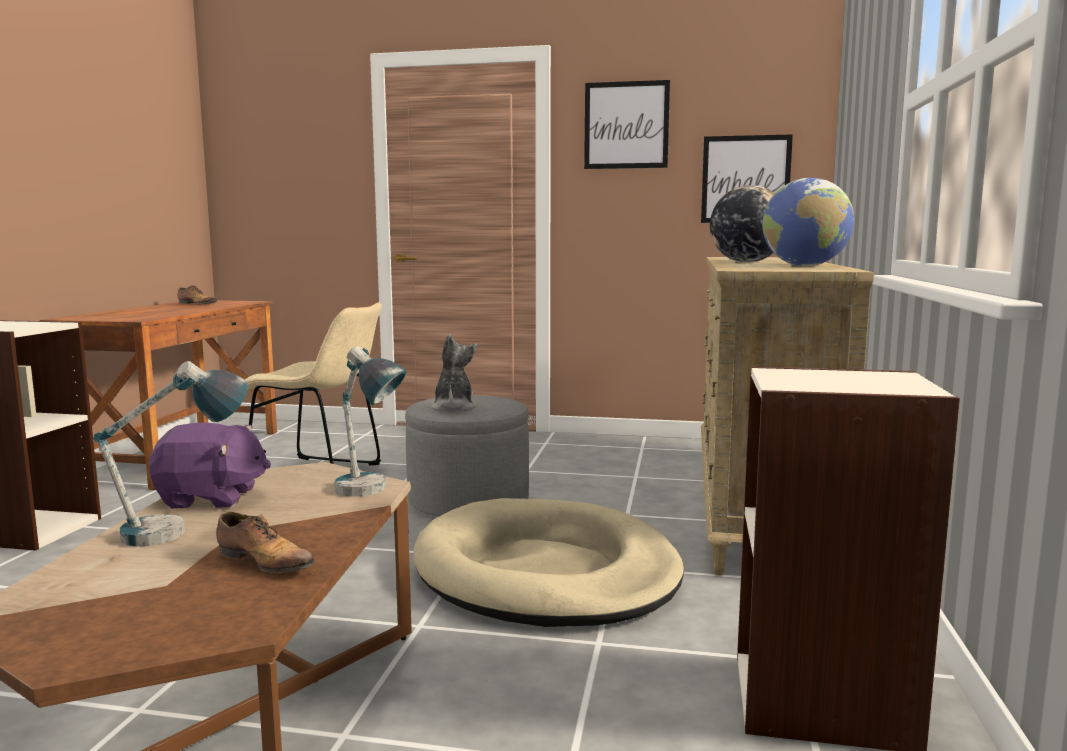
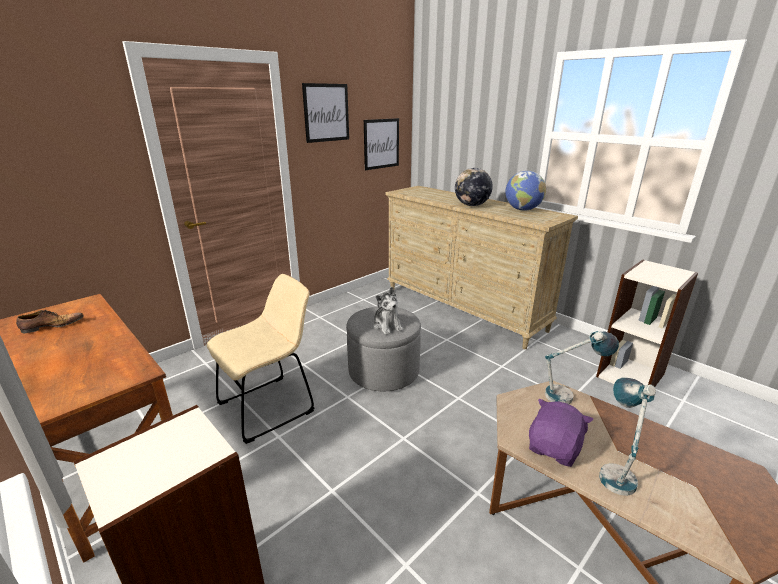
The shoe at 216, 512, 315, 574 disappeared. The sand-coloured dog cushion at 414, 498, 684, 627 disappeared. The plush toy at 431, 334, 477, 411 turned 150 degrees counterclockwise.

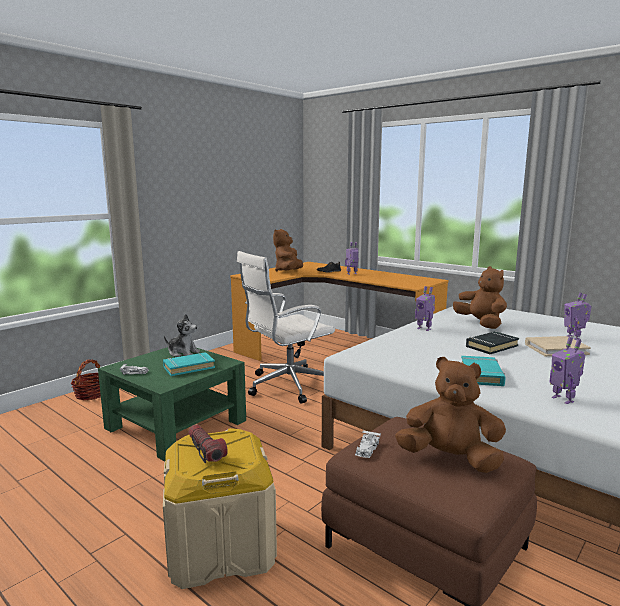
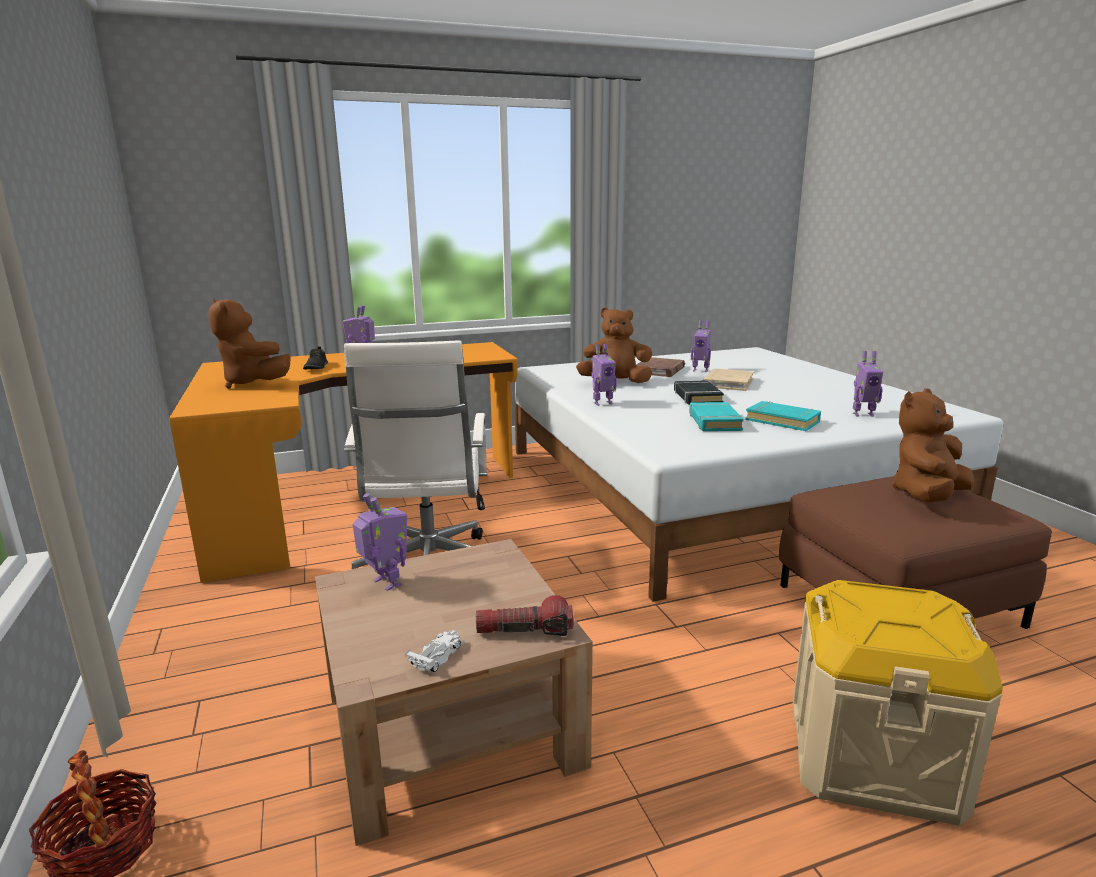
The white miniature car at 355, 430, 381, 459 disappeared. The brownish bound book at 636, 357, 685, 377 appeared. The turquoise bound book moved from 163, 352, 215, 376 to 689, 402, 744, 431. The torch moved from 188, 424, 228, 463 to 476, 595, 574, 636. The plush toy at 164, 314, 200, 357 was replaced by the toy robot at 353, 493, 407, 591. The green-coloured coffee table at 98, 347, 246, 461 became the brownish coffee table at 315, 539, 593, 846.

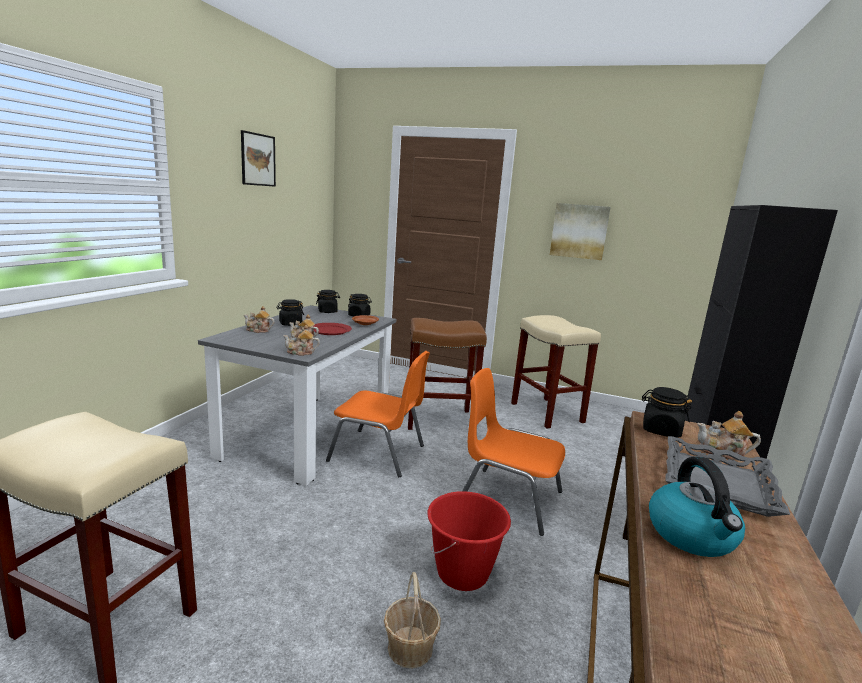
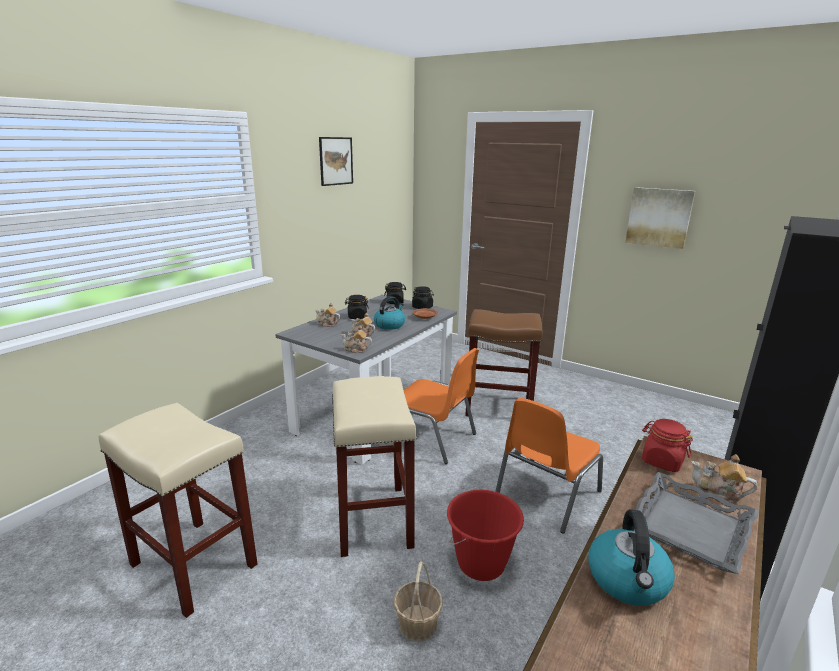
The sand-coloured sitting stool moved from 511, 315, 601, 429 to 332, 376, 417, 557. The red-coloured flat dish at 313, 323, 352, 335 was replaced by the tea kettle at 374, 296, 405, 330. The blackish storage jar at 642, 387, 692, 438 became the red-coloured storage jar at 642, 419, 693, 472. The orange-coloured chair at 463, 368, 565, 536 turned 90 degrees counterclockwise.

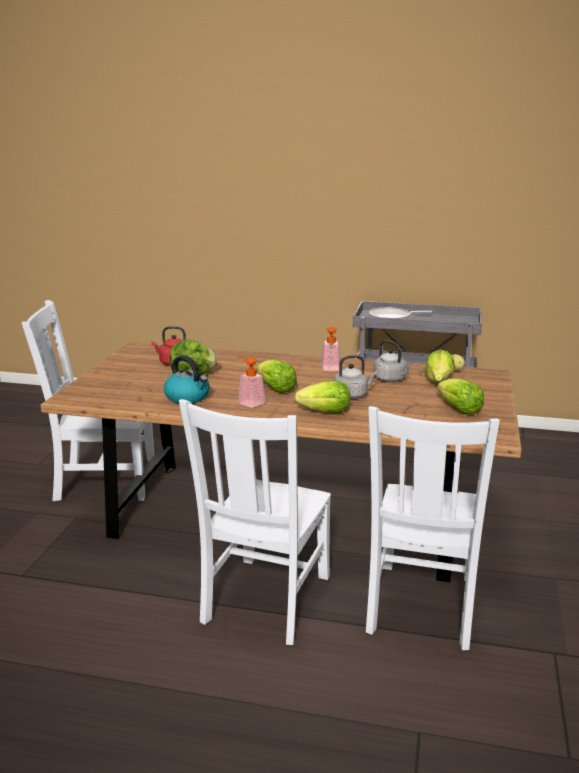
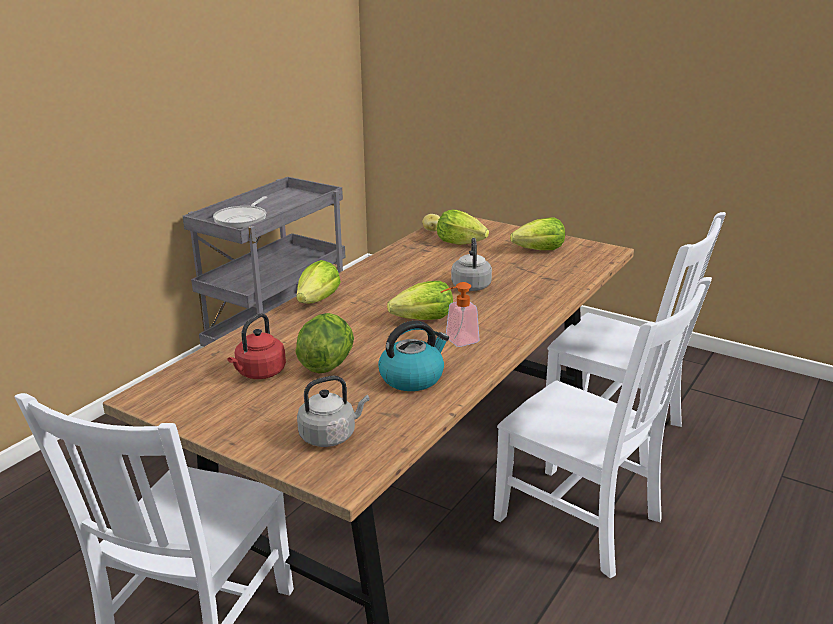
The soap dispenser at 321, 327, 340, 371 disappeared. The head of lettuce moved from 294, 381, 350, 414 to 296, 260, 341, 303. The greyish tea kettle moved from 374, 340, 411, 382 to 297, 376, 369, 447.

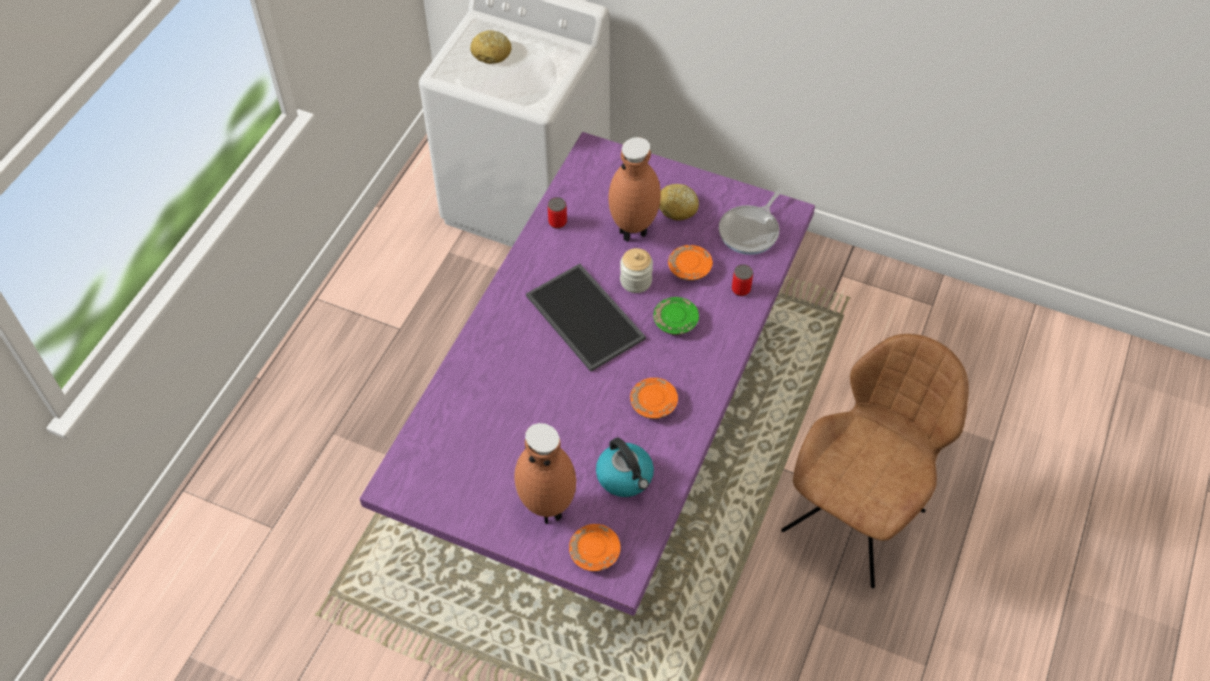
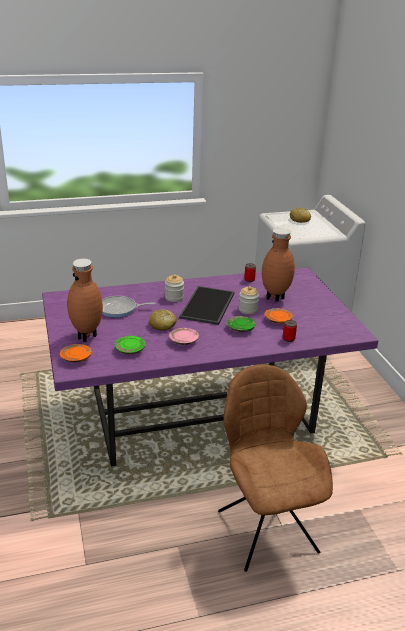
The storage jar at 165, 274, 184, 302 appeared. The bakery bread moved from 659, 184, 699, 221 to 149, 309, 177, 331. The pan moved from 719, 189, 782, 255 to 102, 296, 156, 318. The tea kettle at 596, 437, 654, 497 was replaced by the green-coloured flat dish at 115, 336, 145, 355. The orange-coloured flat dish at 630, 378, 678, 419 became the pink flat dish at 169, 328, 199, 345. The brownish chair at 781, 334, 969, 588 turned 105 degrees counterclockwise.

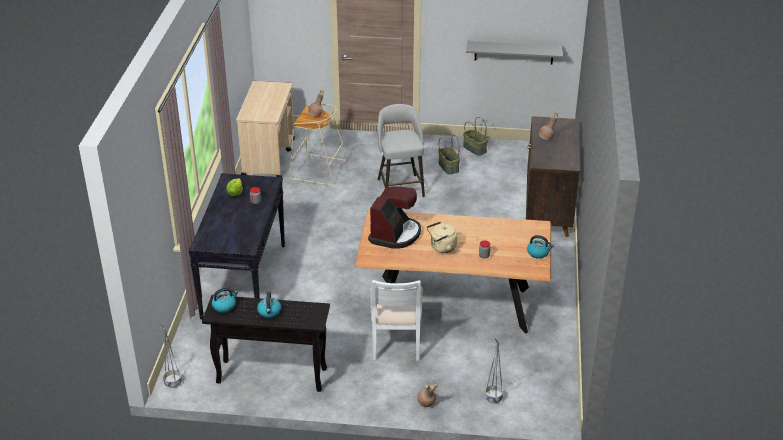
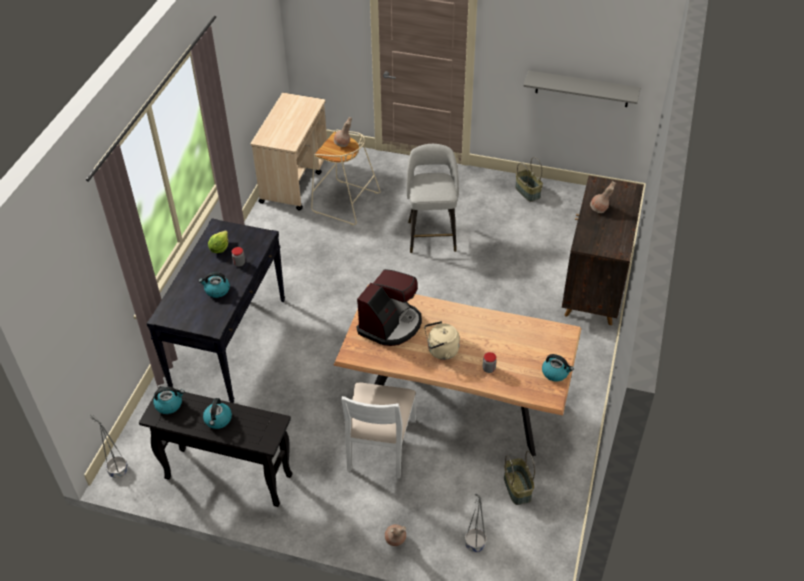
The tea kettle at 199, 272, 230, 298 appeared. The basket moved from 438, 135, 460, 175 to 504, 451, 535, 505.

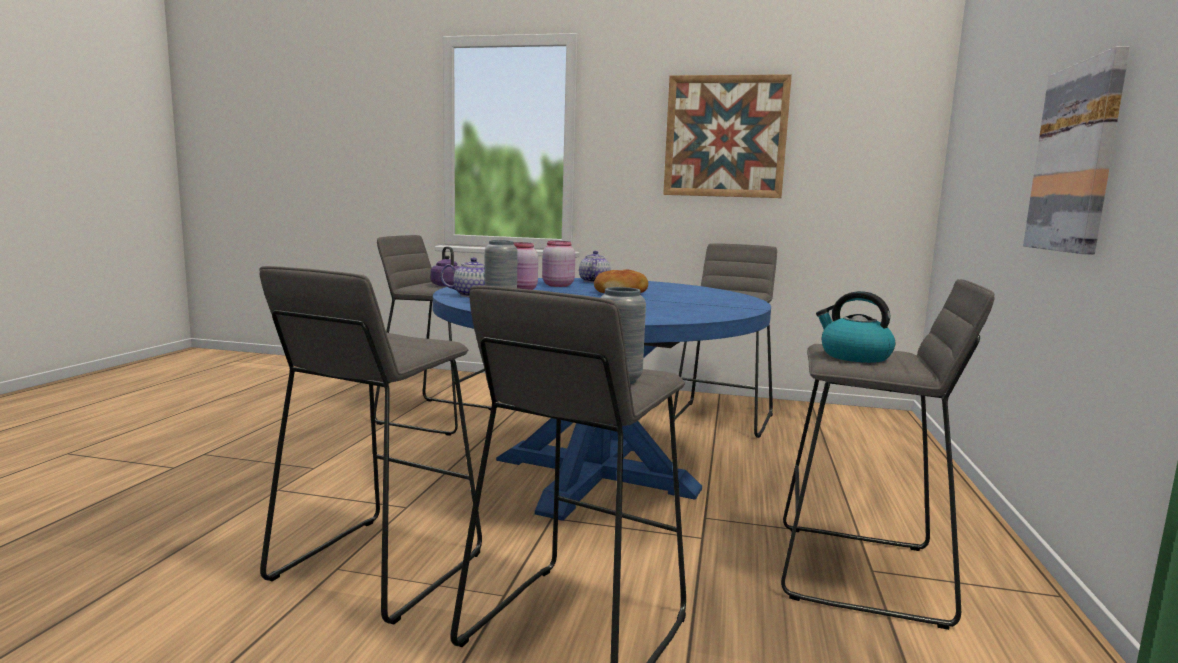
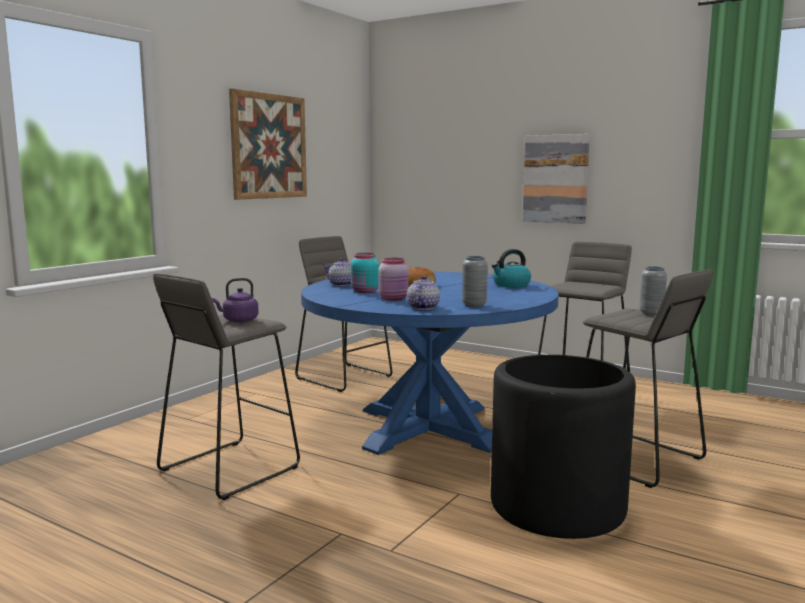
The tea kettle moved from 816, 291, 895, 363 to 492, 249, 531, 287. The greyish sitting stool at 260, 266, 482, 625 was replaced by the blackish planter at 491, 355, 636, 539. The pink storage jar at 542, 241, 575, 287 became the turquoise storage jar at 351, 253, 379, 293.

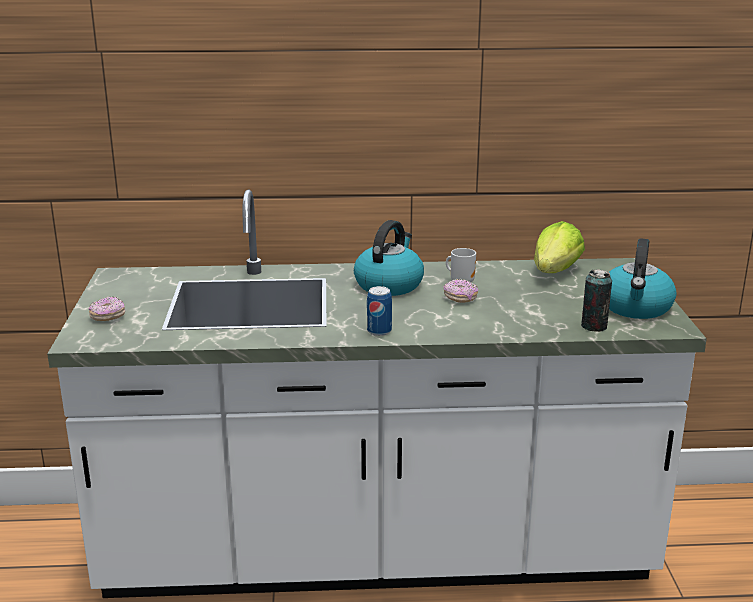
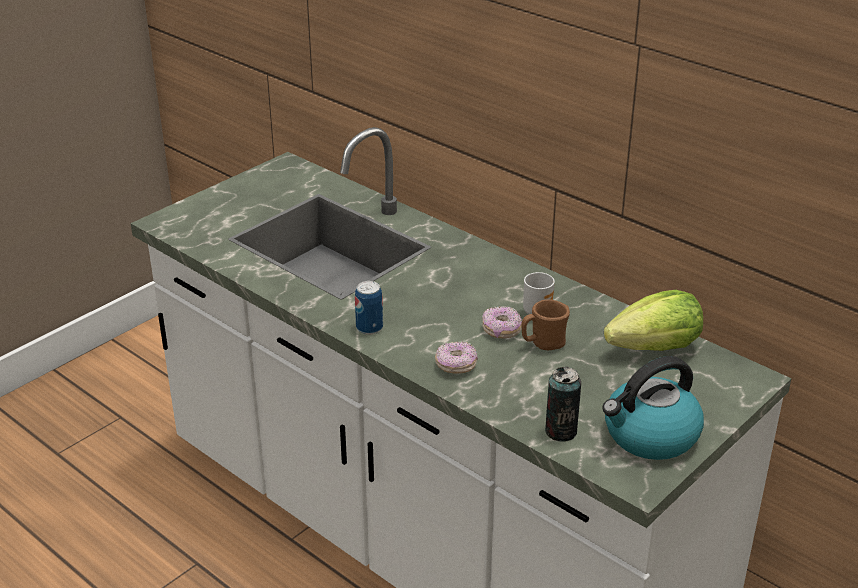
The tea kettle at 354, 220, 424, 296 disappeared. The brownish tea mug at 522, 299, 570, 350 appeared. The ring doughnut moved from 89, 296, 125, 321 to 435, 342, 478, 374.

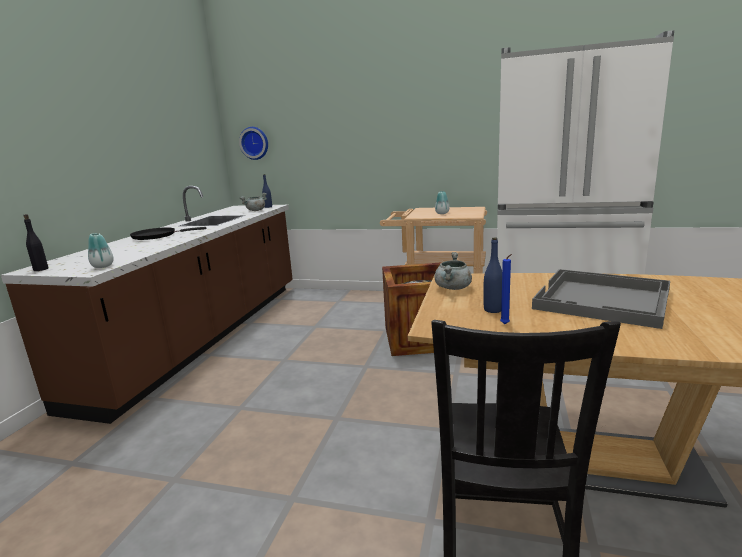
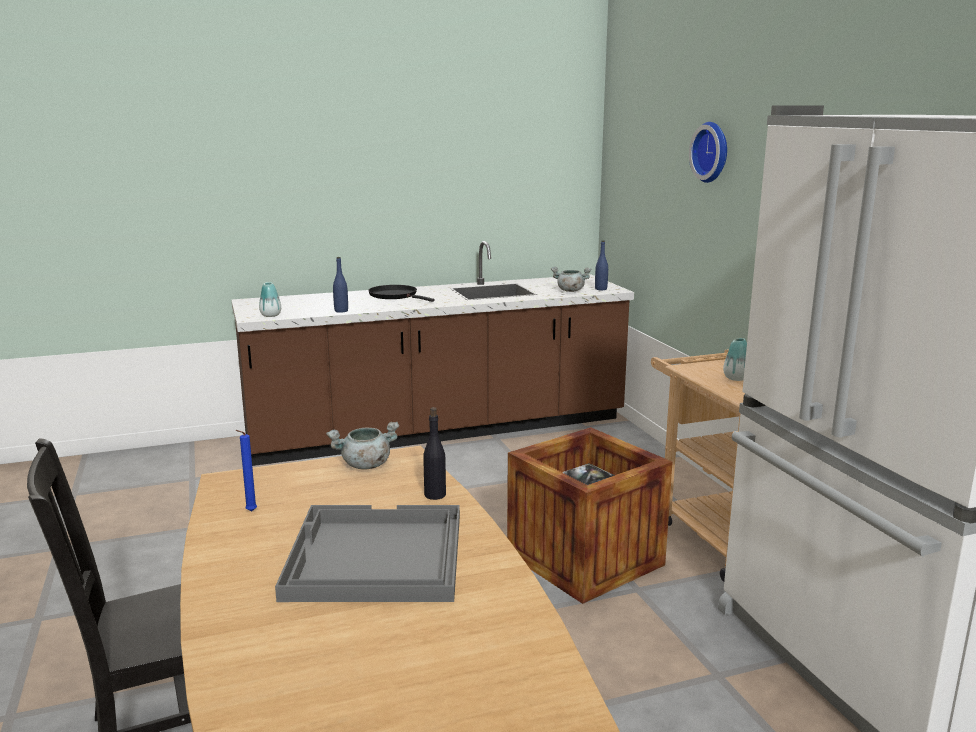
The blackish beverage bottle moved from 23, 214, 49, 271 to 423, 407, 446, 500. The wall clock moved from 239, 127, 268, 160 to 689, 122, 727, 183. The bluish beverage bottle moved from 483, 238, 502, 313 to 333, 257, 348, 313.

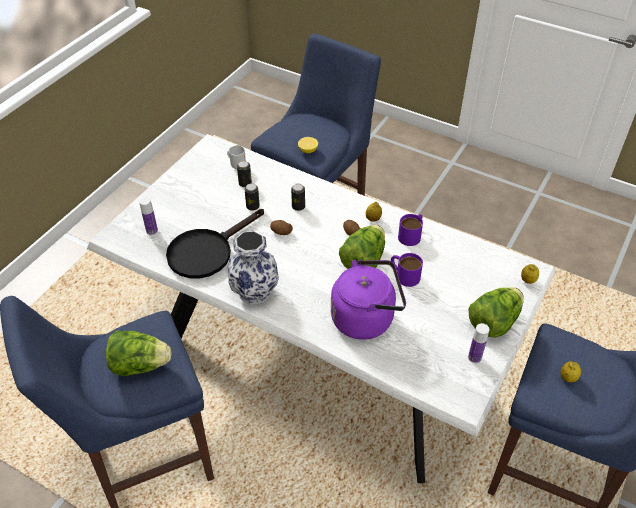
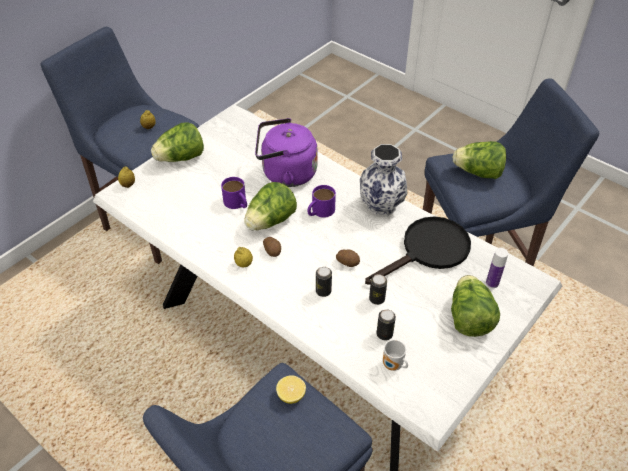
The beverage bottle at 468, 323, 489, 363 disappeared. The head of lettuce at 451, 275, 500, 337 appeared. The purple tea mug moved from 398, 214, 423, 246 to 307, 185, 336, 218.

